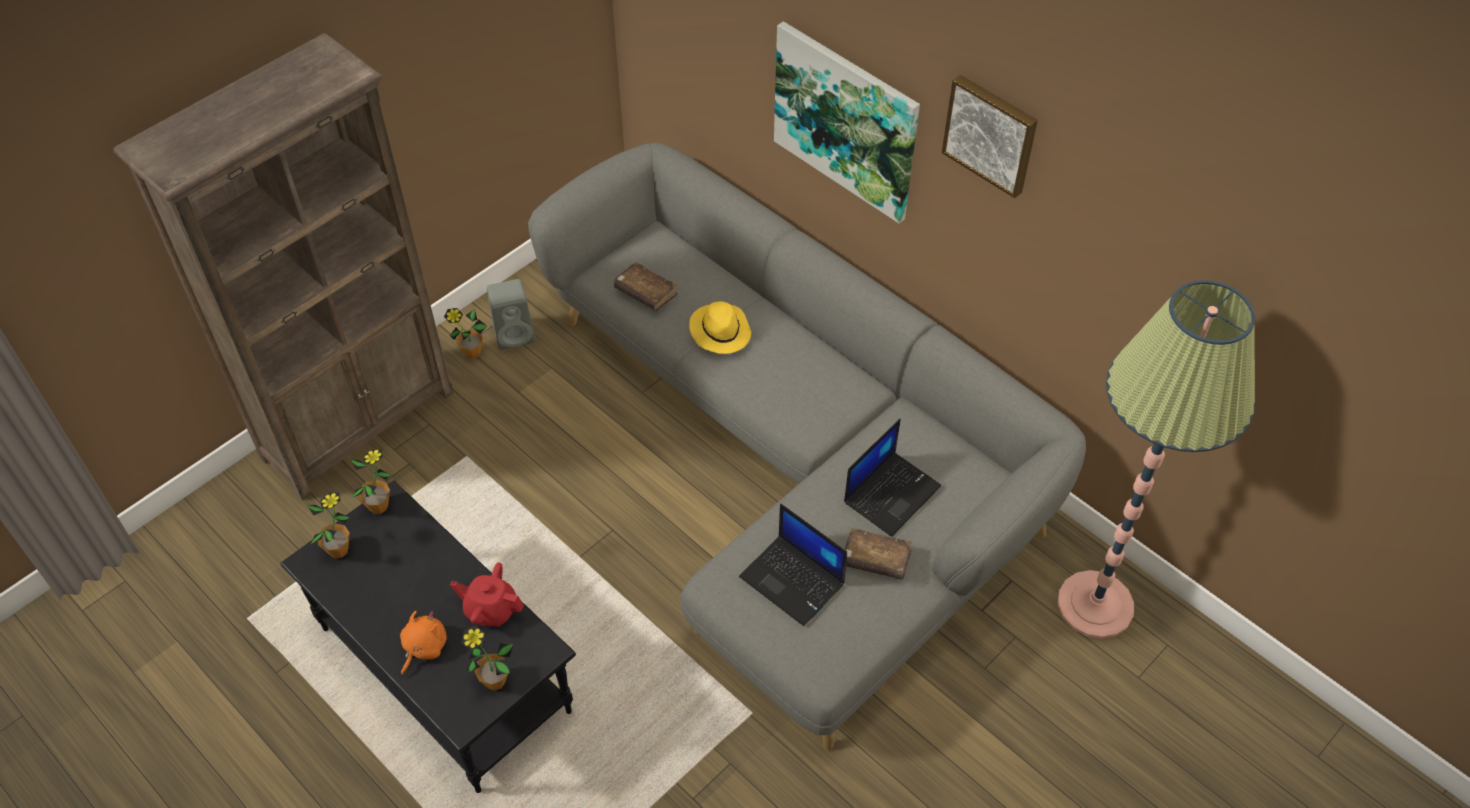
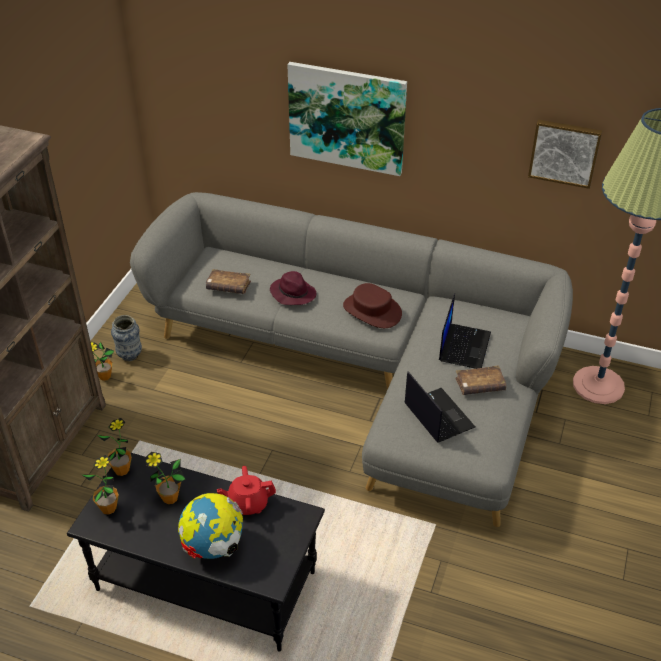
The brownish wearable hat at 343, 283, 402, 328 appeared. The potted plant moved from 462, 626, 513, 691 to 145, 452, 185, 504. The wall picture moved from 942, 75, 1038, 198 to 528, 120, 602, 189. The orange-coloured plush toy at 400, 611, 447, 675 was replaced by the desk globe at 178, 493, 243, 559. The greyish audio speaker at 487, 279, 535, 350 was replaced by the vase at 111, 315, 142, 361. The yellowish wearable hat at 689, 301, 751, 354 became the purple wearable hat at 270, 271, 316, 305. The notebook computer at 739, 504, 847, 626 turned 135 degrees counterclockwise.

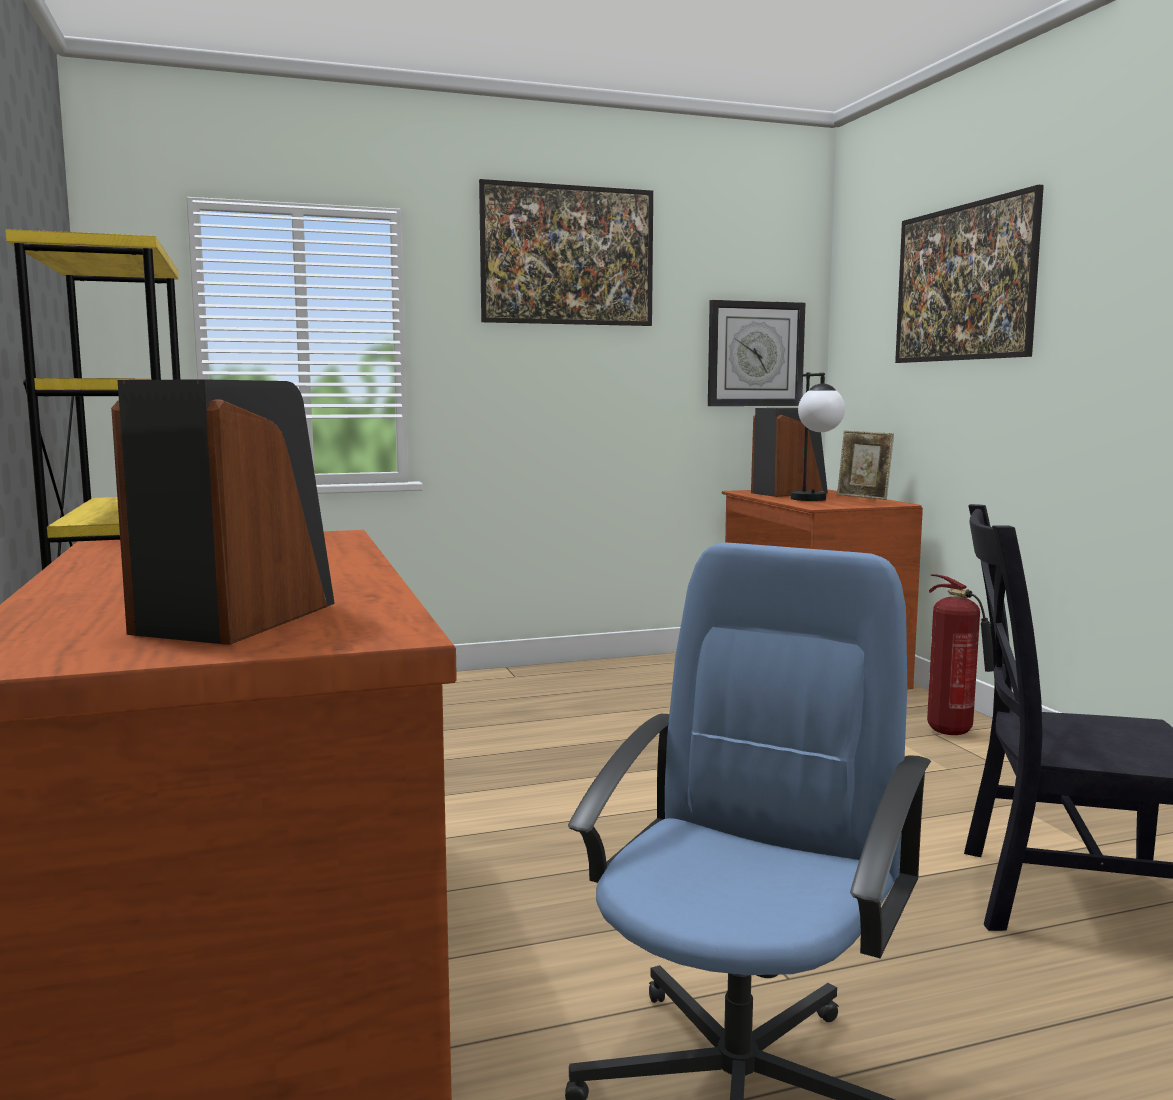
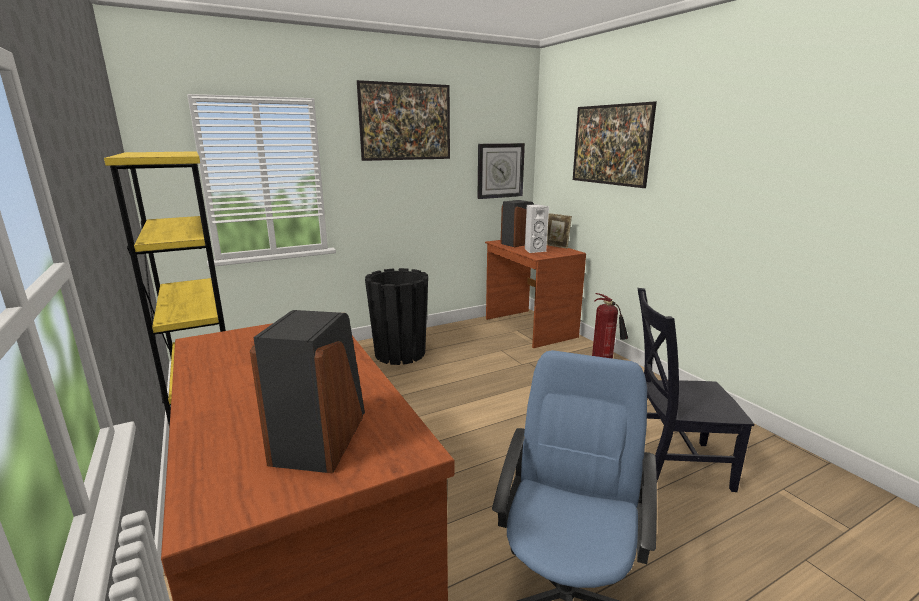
The blackish planter at 365, 268, 428, 365 appeared. The tabletop lamp at 791, 372, 845, 501 was replaced by the white audio speaker at 525, 204, 549, 253.

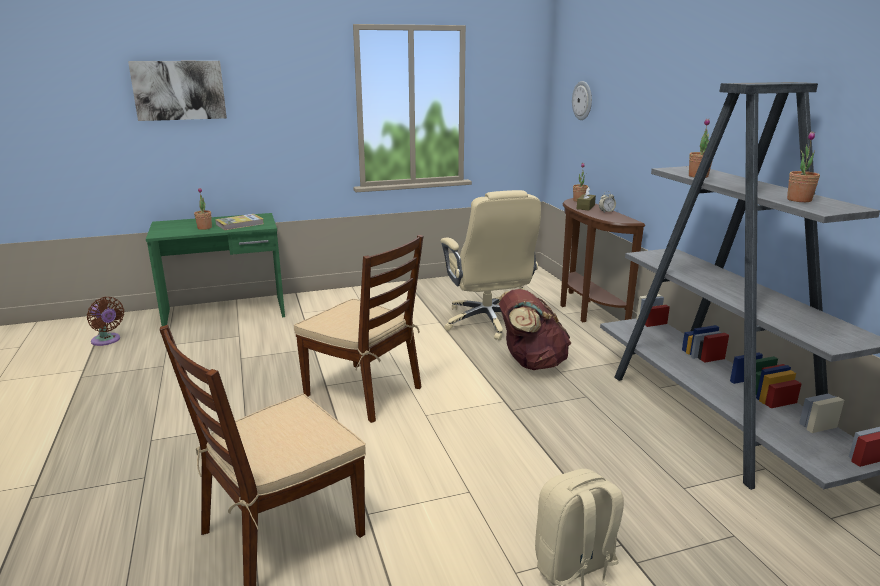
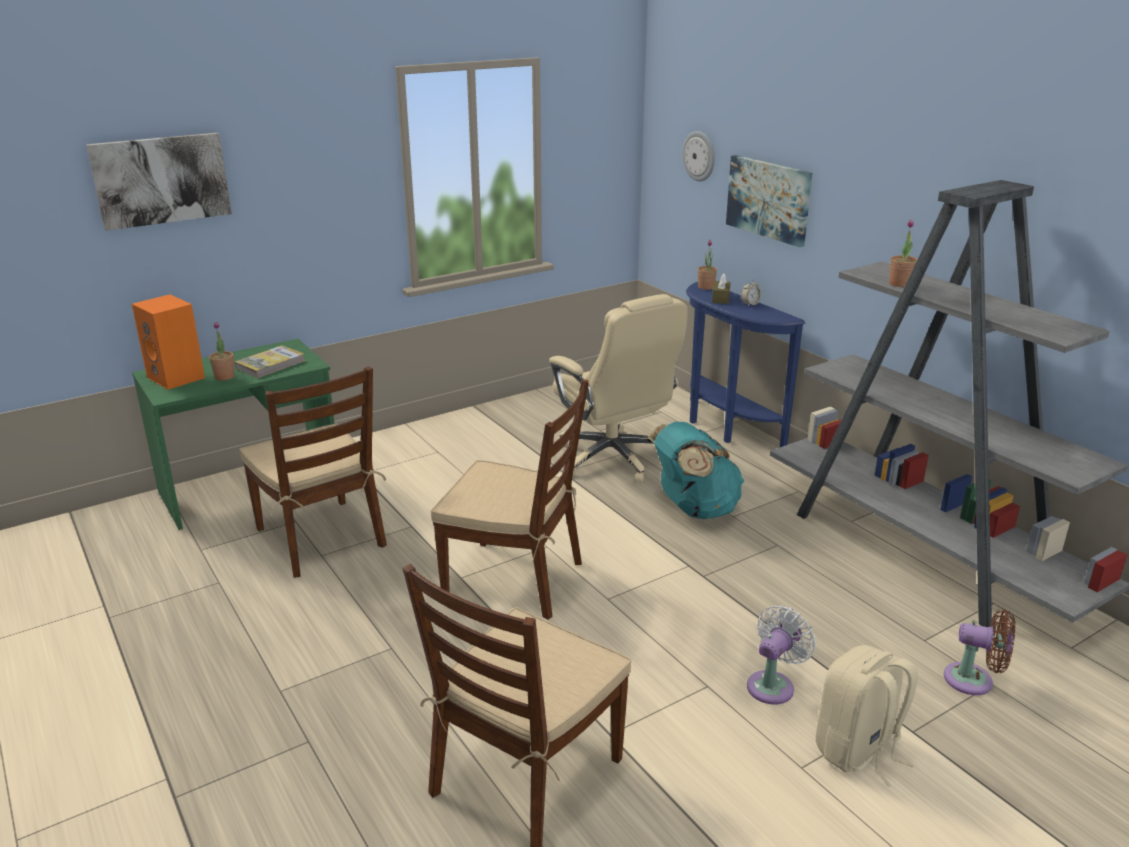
The potted plant at 787, 131, 820, 202 disappeared. The orange-coloured audio speaker at 132, 294, 205, 390 appeared. The brownish chair at 239, 367, 387, 578 appeared. The wall picture at 726, 155, 813, 247 appeared. The white electric fan at 747, 605, 816, 704 appeared. The brownish electric fan moved from 87, 297, 124, 346 to 944, 610, 1015, 695. The brownish rucksack at 499, 289, 571, 370 became the turquoise rucksack at 649, 422, 744, 519. The brownish hall table at 560, 198, 645, 322 became the bluish hall table at 686, 282, 805, 448.

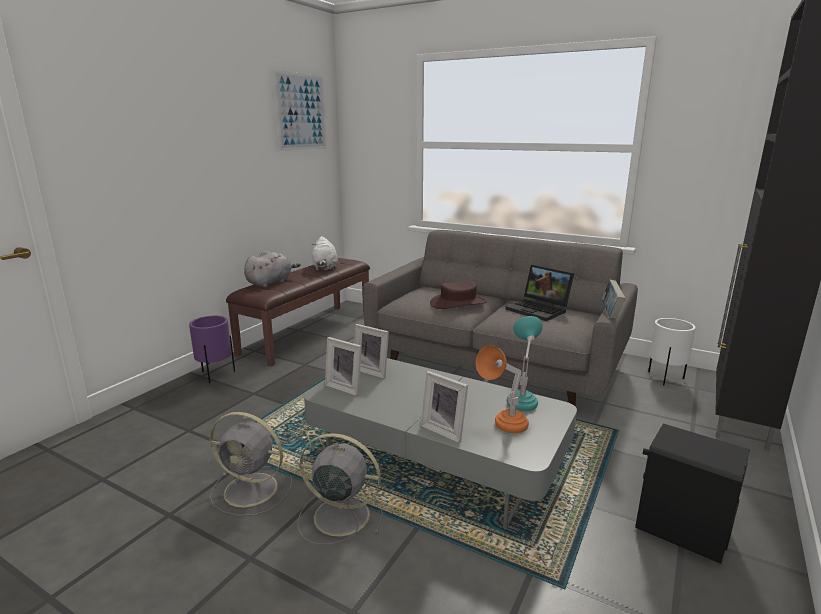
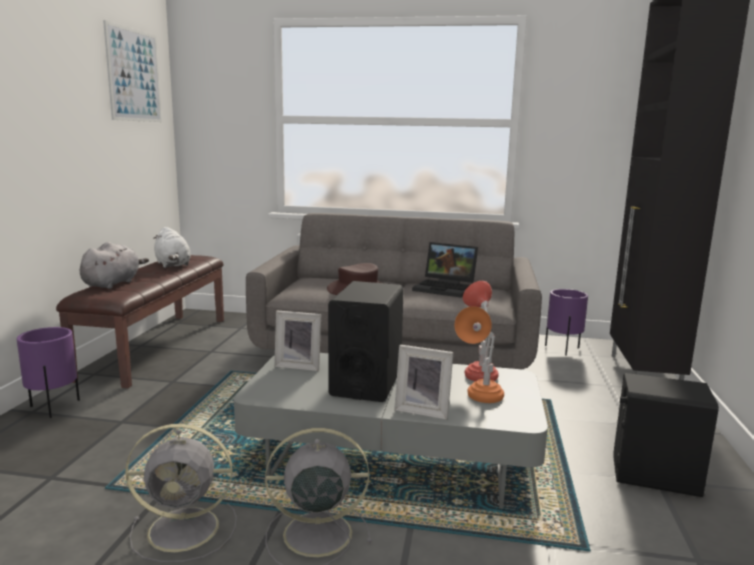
The standing frame at 325, 337, 362, 396 disappeared. The bound book at 602, 280, 626, 319 disappeared. The blackish audio speaker at 328, 281, 404, 402 appeared. The turquoise tabletop lamp at 507, 316, 543, 411 became the red-coloured tabletop lamp at 463, 281, 499, 381. The white planter at 648, 318, 696, 385 became the purple planter at 545, 289, 588, 356.

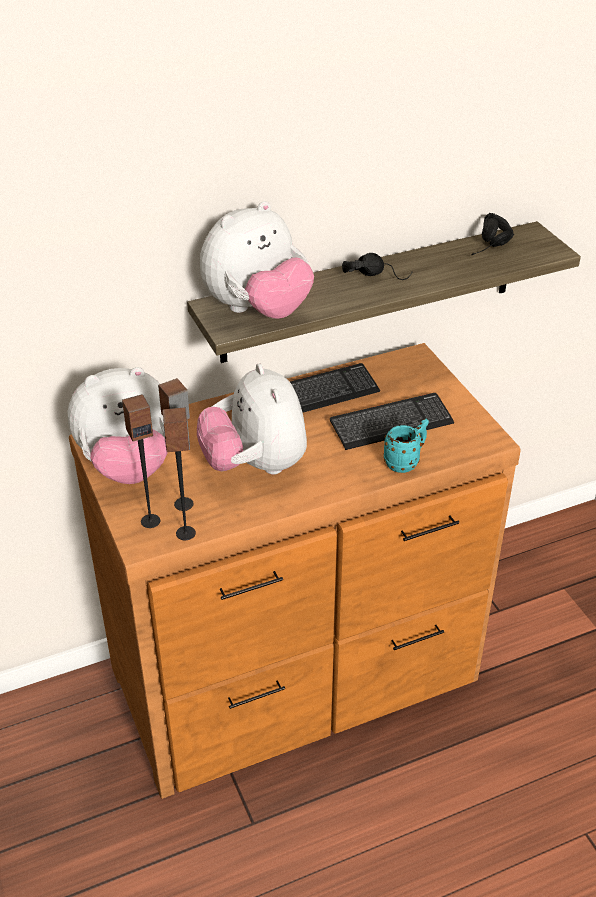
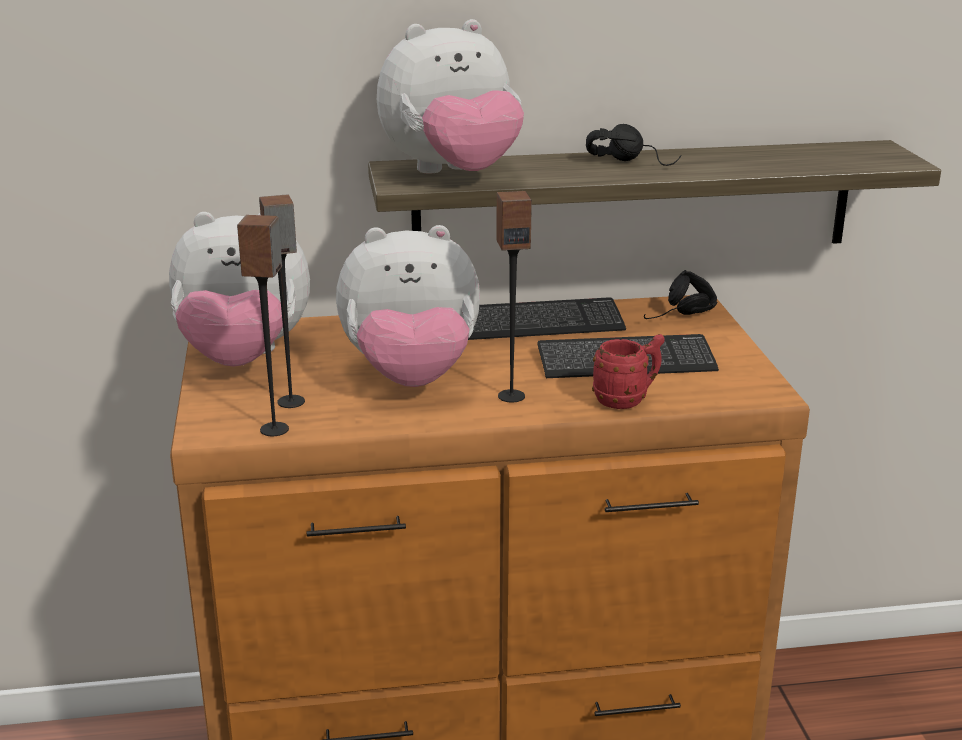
The audio speaker moved from 122, 394, 160, 528 to 496, 191, 532, 403. The blackish headphones moved from 472, 213, 514, 255 to 644, 270, 718, 319. The turquoise tea mug at 384, 419, 429, 473 became the red-coloured tea mug at 592, 334, 665, 409. The plush toy at 197, 364, 307, 474 turned 90 degrees counterclockwise.

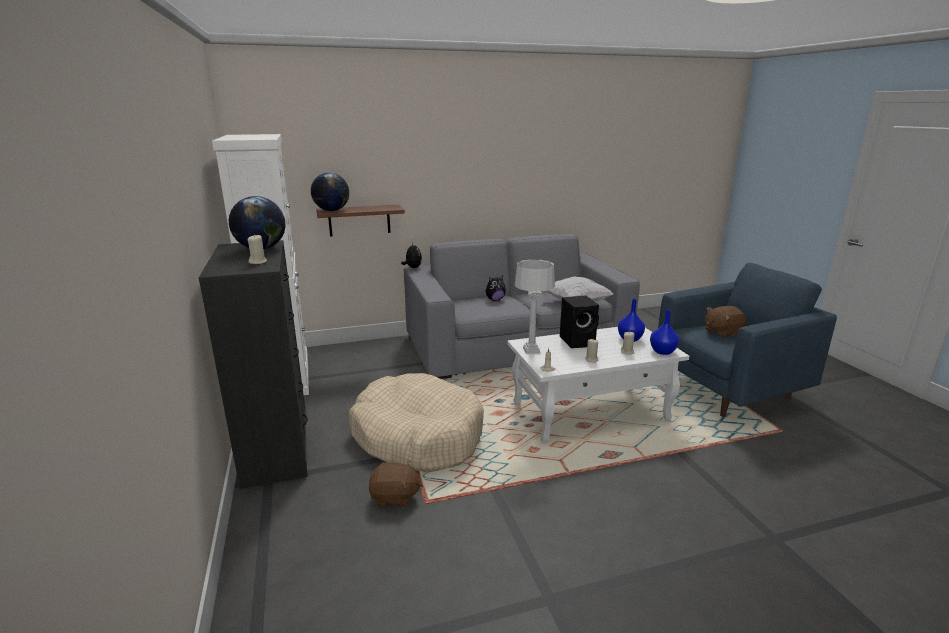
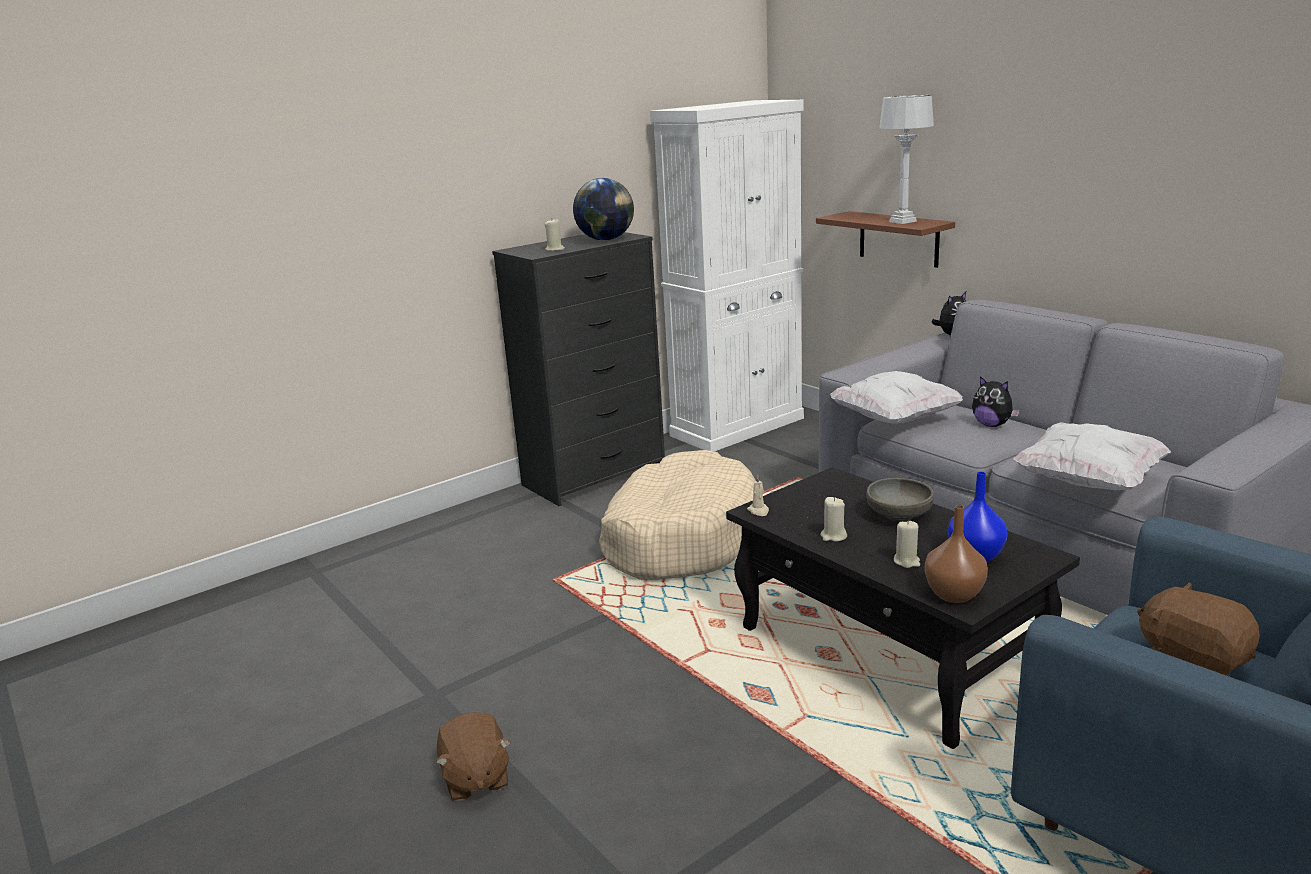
The desk globe at 311, 173, 349, 211 disappeared. The white throw pillow at 831, 371, 963, 424 appeared. The brownish plush toy moved from 369, 461, 422, 508 to 436, 712, 511, 801. The greyish tabletop lamp moved from 515, 259, 555, 354 to 879, 95, 934, 224. The blackish audio speaker at 560, 295, 599, 348 was replaced by the greyish bowl at 866, 478, 934, 521. The white coffee table at 507, 327, 689, 442 became the blackish coffee table at 726, 467, 1080, 749. The bluish vase at 650, 309, 679, 355 became the brownish vase at 924, 505, 988, 603.

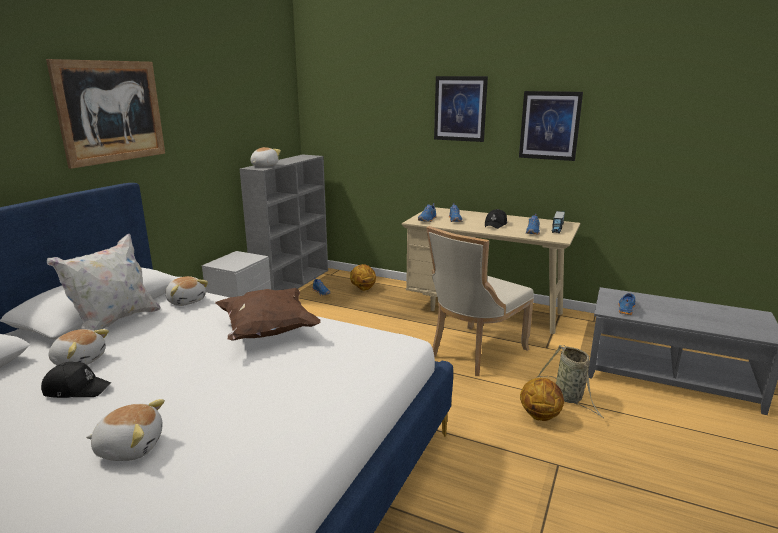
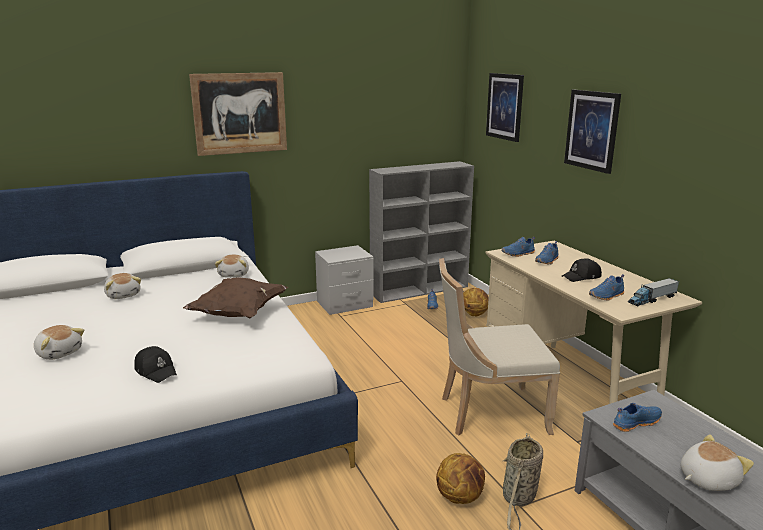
The white throw pillow at 47, 234, 161, 331 disappeared. The blackish baseball cap moved from 41, 362, 111, 398 to 134, 346, 177, 383. The plush toy moved from 250, 147, 281, 167 to 680, 434, 754, 491. The wall picture moved from 519, 91, 583, 161 to 486, 73, 524, 142.

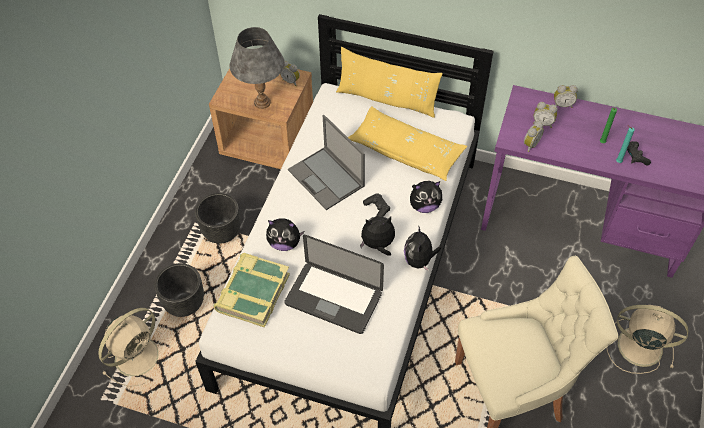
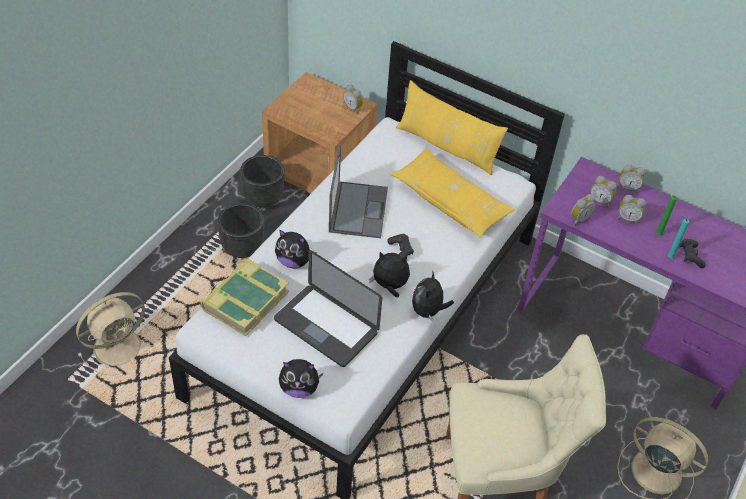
The greyish tabletop lamp at 230, 27, 285, 109 disappeared. The table clock at 617, 195, 646, 224 appeared. The blackish planter moved from 154, 263, 204, 317 to 240, 155, 285, 208. The plush toy moved from 410, 181, 442, 213 to 279, 359, 324, 398. The notebook computer at 288, 115, 365, 210 turned 150 degrees counterclockwise.

